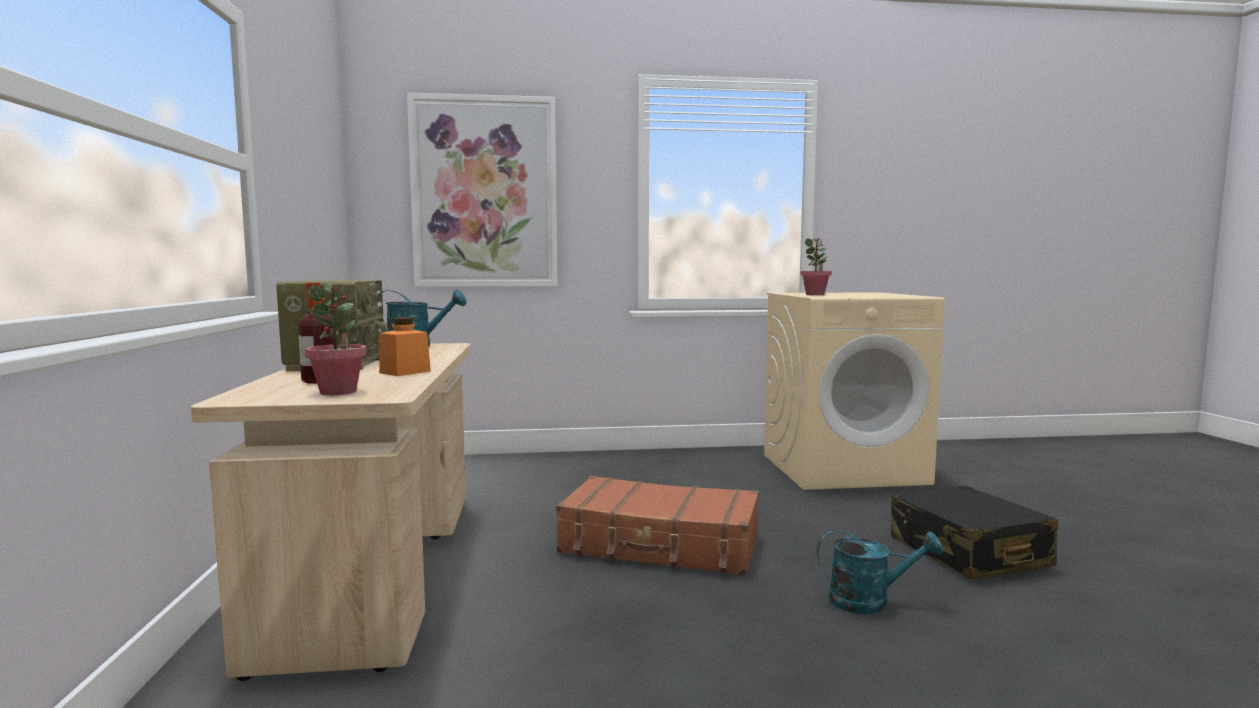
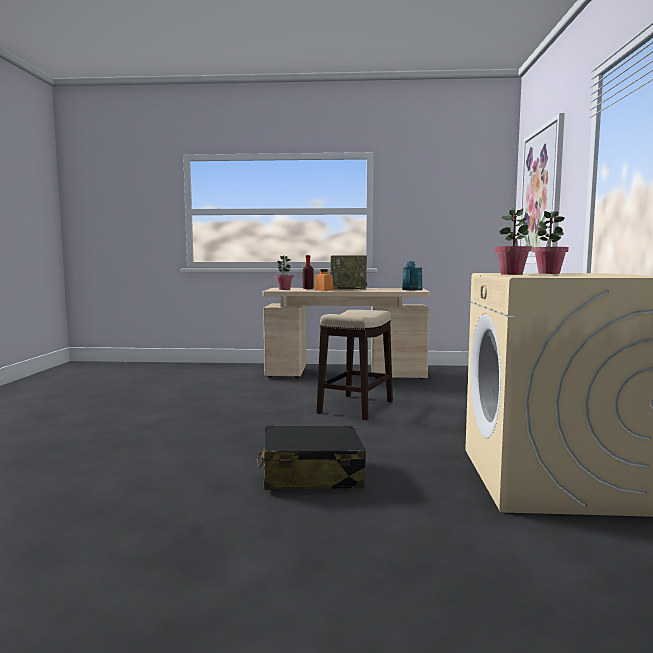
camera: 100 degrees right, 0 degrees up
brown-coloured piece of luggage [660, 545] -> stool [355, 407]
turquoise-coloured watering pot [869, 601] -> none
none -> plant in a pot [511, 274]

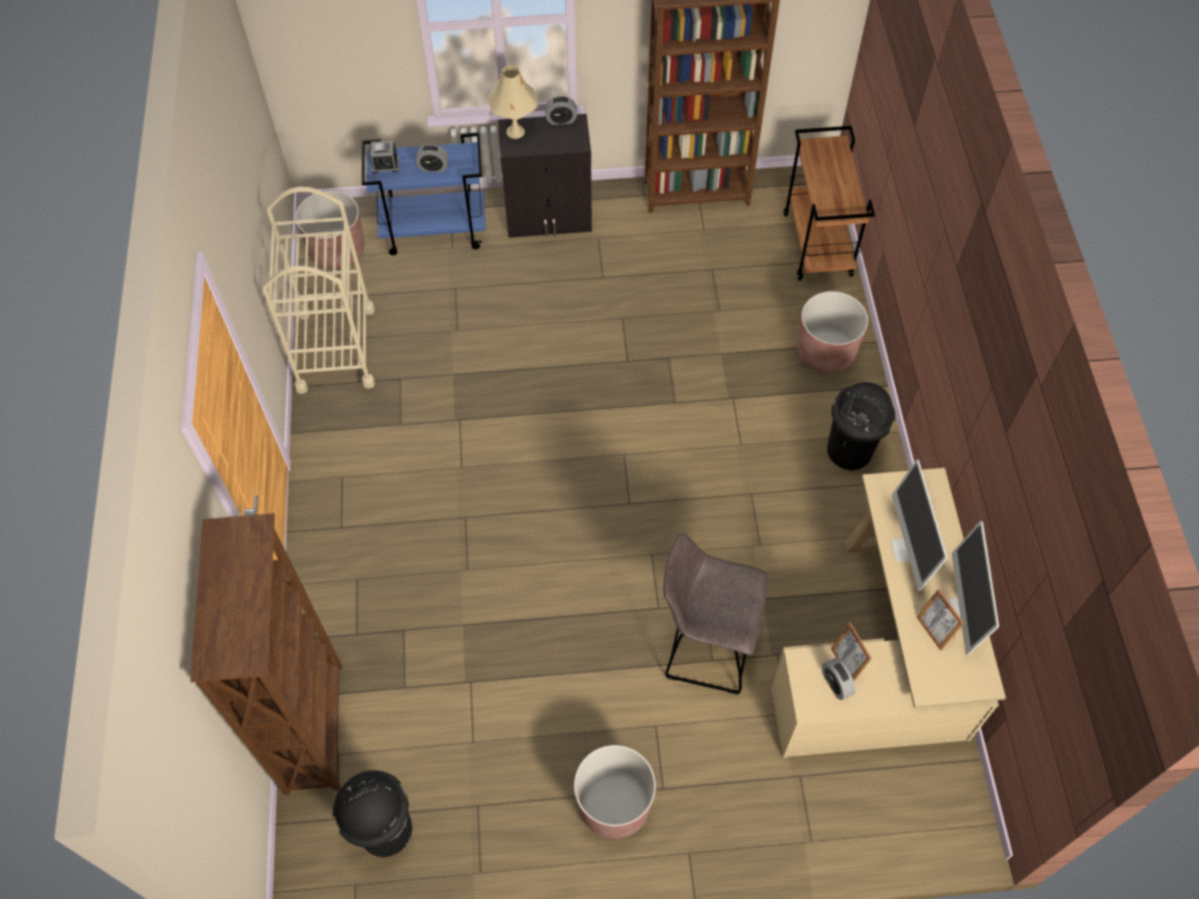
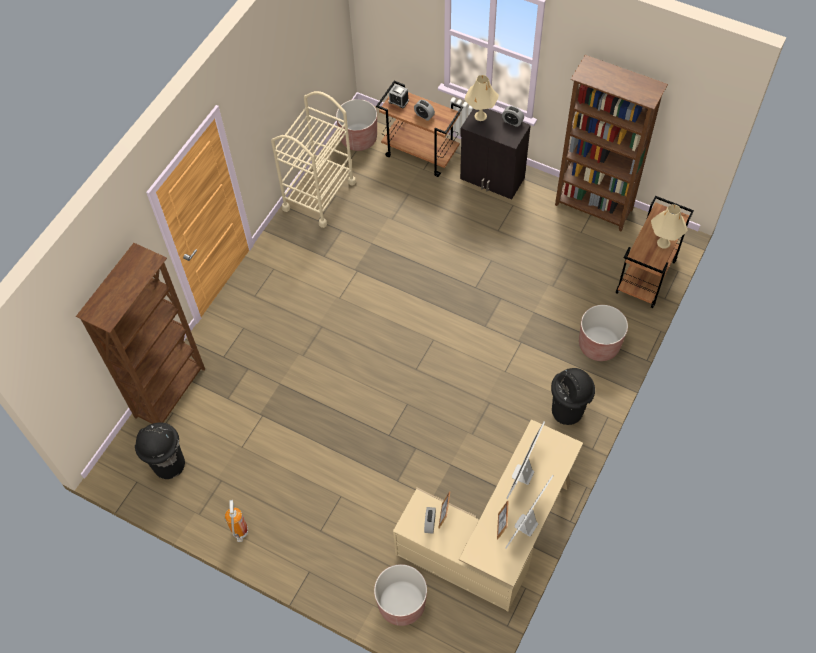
camera: 35 degrees right, 0 degrees up
bluish wheeled cart [435, 230] -> brown-coloured wheeled cart [421, 153]
brown-coloured plant pot [614, 804] -> brown-coloured plant pot [402, 603], moved
gray stool [706, 649] -> none
none -> fire-fighting cylinder [240, 532]
none -> beige-coloured table lamp [663, 243]

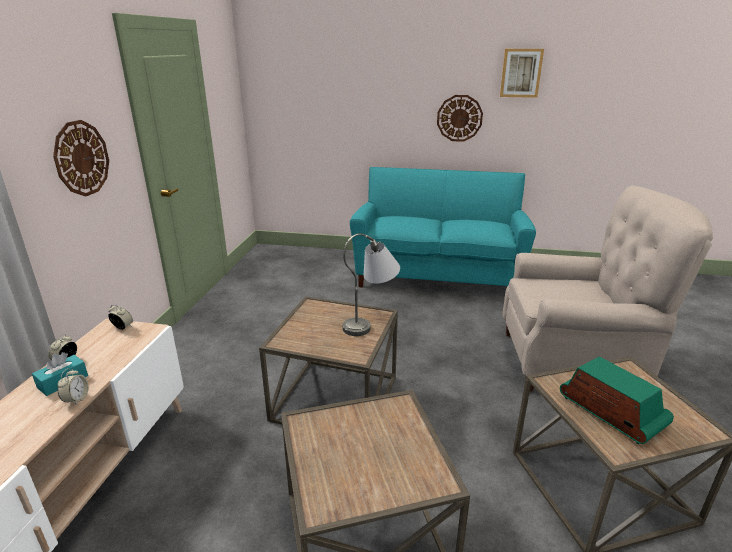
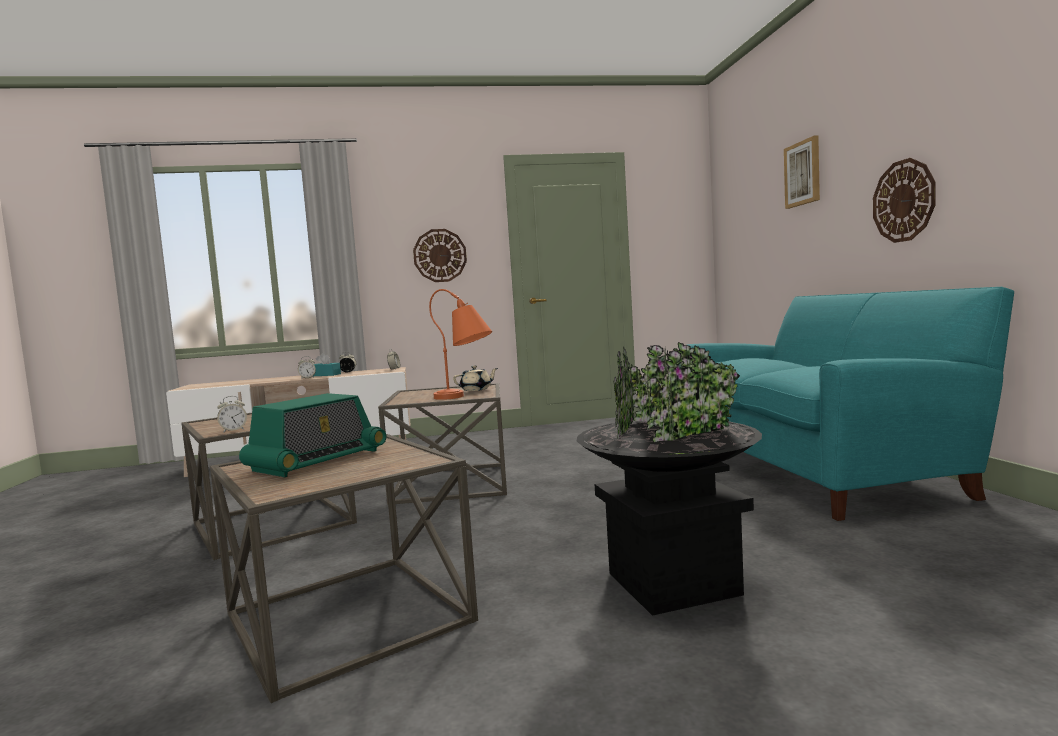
camera: 70 degrees right, 20 degrees down
gray table lamp [371, 322] -> orange table lamp [465, 397]
picture [521, 73] -> picture [803, 173], moved
beige-coloured easy chair [576, 362] -> black plant pot [672, 584]
none -> bedside clock [233, 431]
none -> beige-coloured teapot [476, 389]

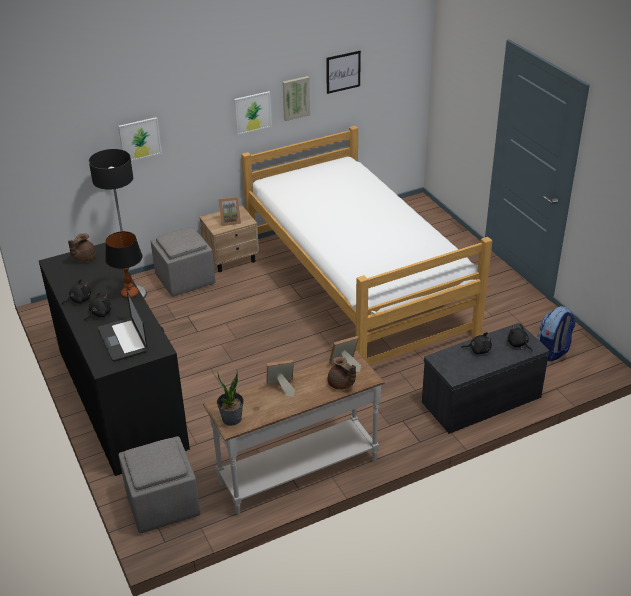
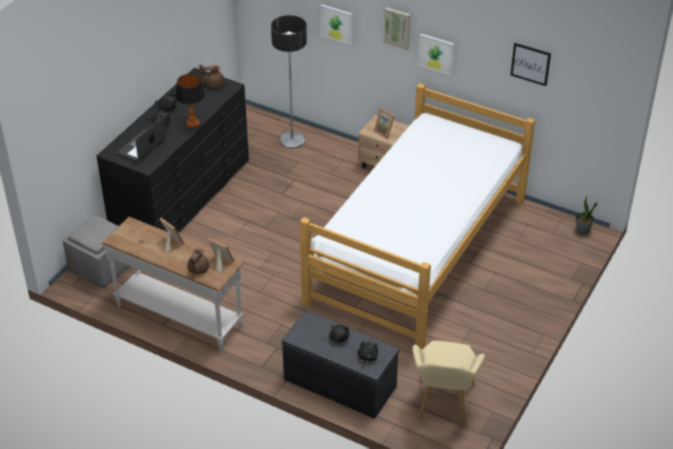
camera: 55 degrees right, 5 degrees up
gray pouffe [186, 280] -> none
plant in a pot [232, 419] -> plant in a pot [582, 231], moved
picture [295, 97] -> picture [397, 27], moved
rucksack [552, 352] -> beige-coloured easy chair [443, 405]

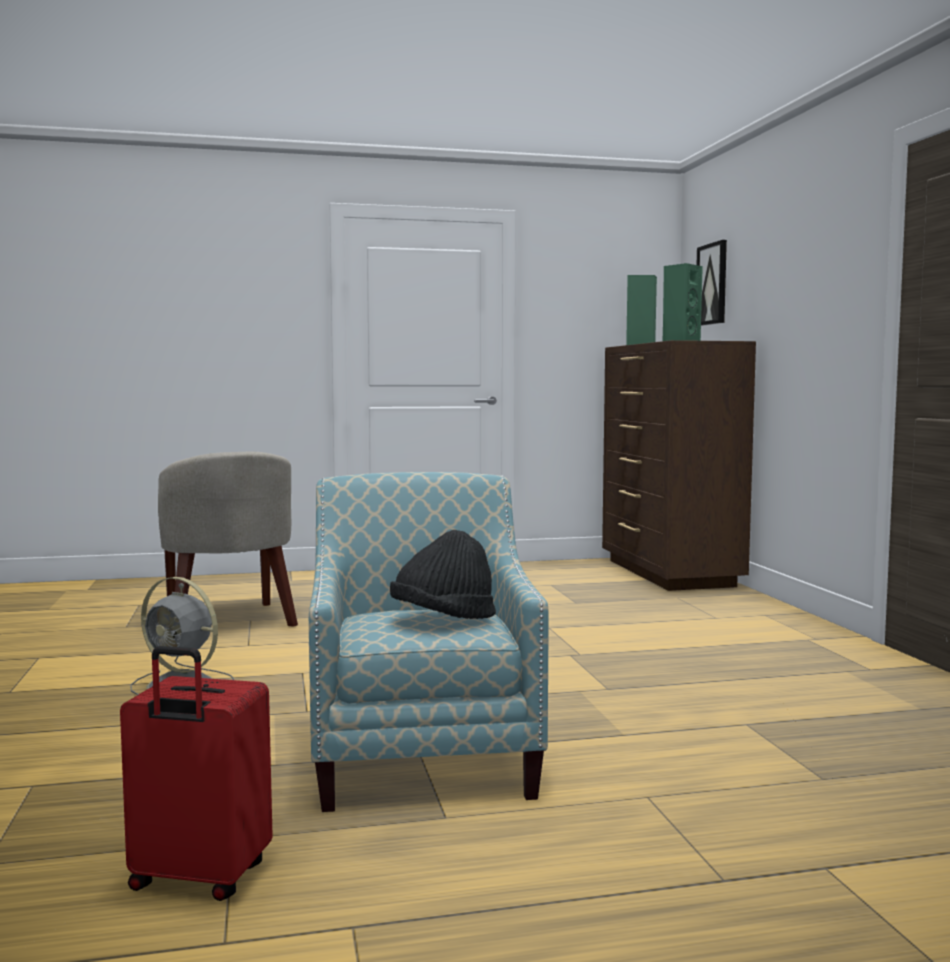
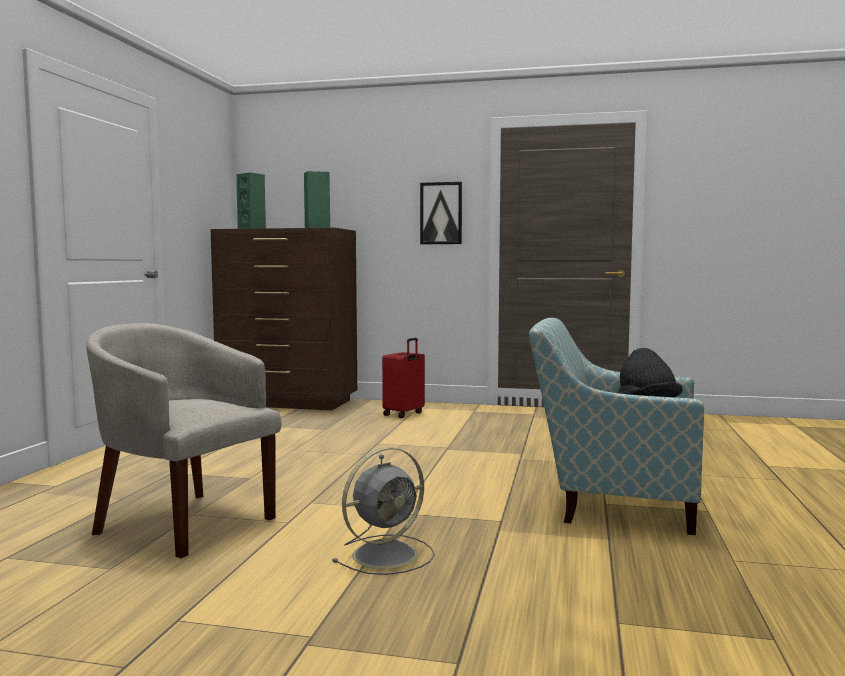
camera: 65 degrees left, 0 degrees up
red piece of luggage [198, 879] -> red piece of luggage [404, 414], moved
beige-coloured easy chair [228, 622] -> beige-coloured easy chair [183, 523], 150 degrees counterclockwise
picture [712, 284] -> picture [441, 213], moved

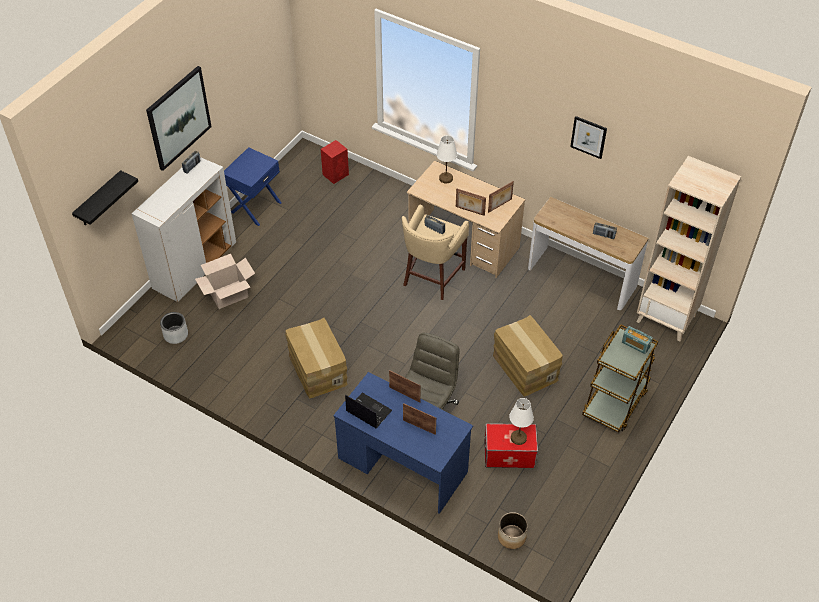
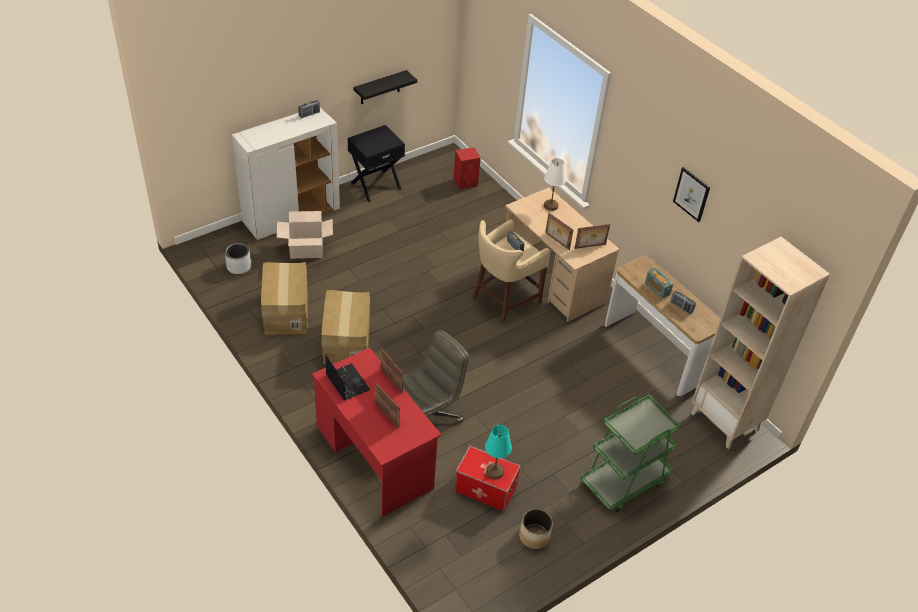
camera: 20 degrees right, 5 degrees down
black wall shelf [99, 200] -> black wall shelf [380, 88], moved
picture [178, 118] -> none
bluish bedside table [255, 207] -> black bedside table [375, 185]
bluish desk table [402, 465] -> red desk table [374, 457]
carton [524, 367] -> carton [285, 312], moved
plant pot [511, 536] -> plant pot [534, 536], moved
white-coloured table lamp [518, 438] -> turquoise-coloured table lamp [494, 472]
brown-coloured wheeled cart [615, 402] -> greenish wheeled cart [624, 481]
radio set [635, 345] -> radio set [657, 289], moved

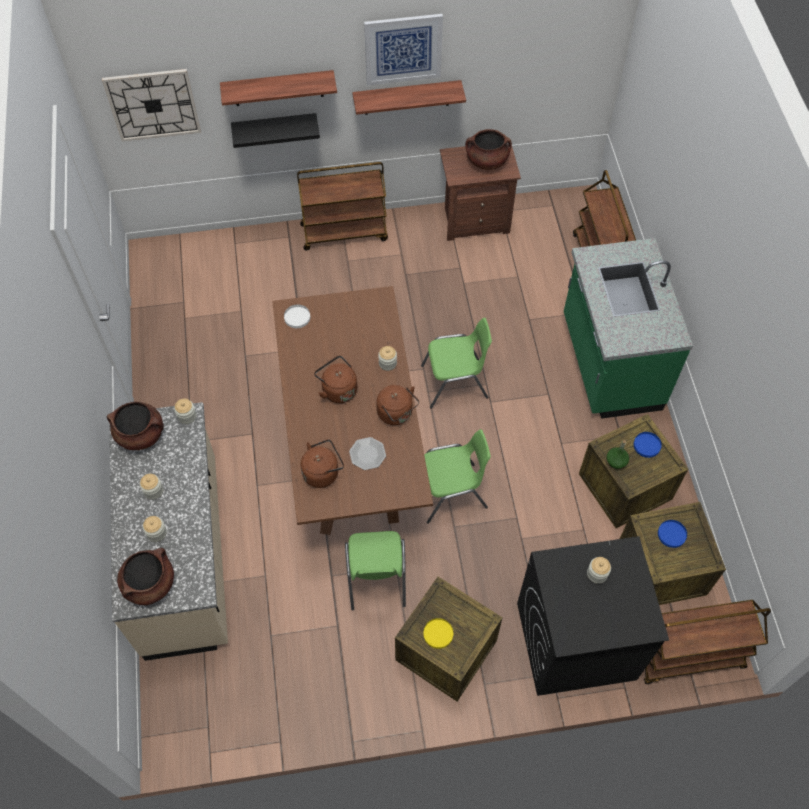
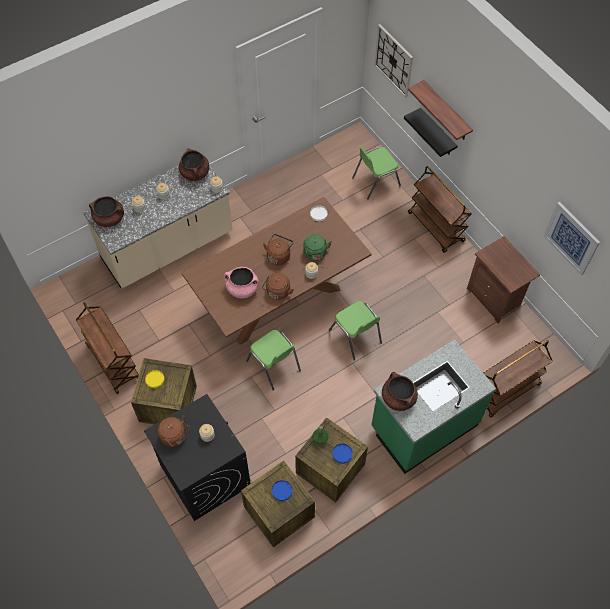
camera: 65 degrees right, 0 degrees up
brown-coloured water kettle [322, 472] -> brown-coloured water kettle [175, 437], moved
greenish upright chair [376, 578] -> greenish upright chair [375, 182], moved
plate [367, 454] -> pinkish cooking pot [242, 289]
wall shelf [406, 97] -> none
picture [403, 49] -> picture [571, 238], moved
brown-coloured cooking pot [487, 161] -> brown-coloured cooking pot [398, 398], moved
brown-coloured wheeled cart [687, 656] -> brown-coloured wheeled cart [113, 362], moved
none -> greenish water kettle [315, 254]

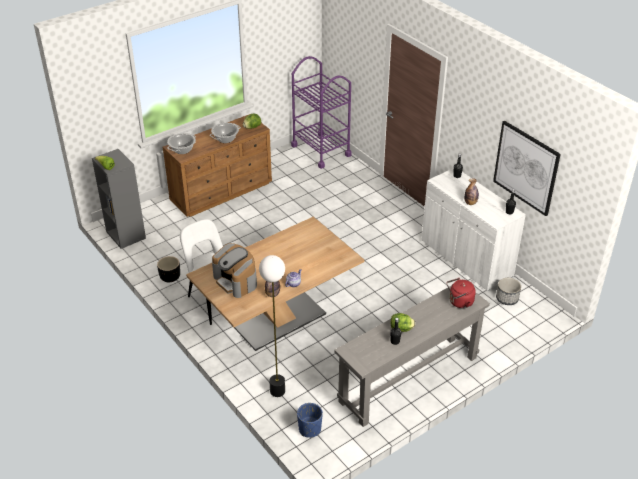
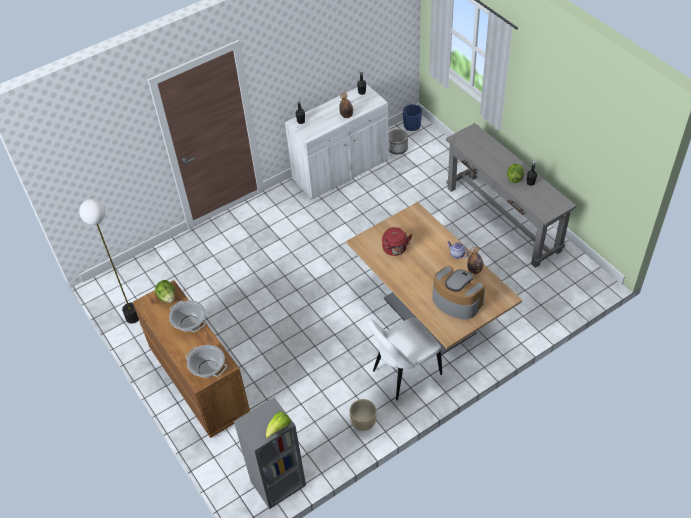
camera: 85 degrees left, 10 degrees up
black plant pot [170, 278] -> beige-coloured plant pot [363, 422]
coffee brewer [236, 281] -> coffee brewer [456, 301], 105 degrees counterclockwise
standing lamp [277, 391] -> standing lamp [133, 317], moved
purple wheeled cart [321, 150] -> none
bluish plant pot [309, 429] -> bluish plant pot [412, 126], moved
red water kettle [459, 302] -> red water kettle [395, 249], moved
picture [526, 167] -> none

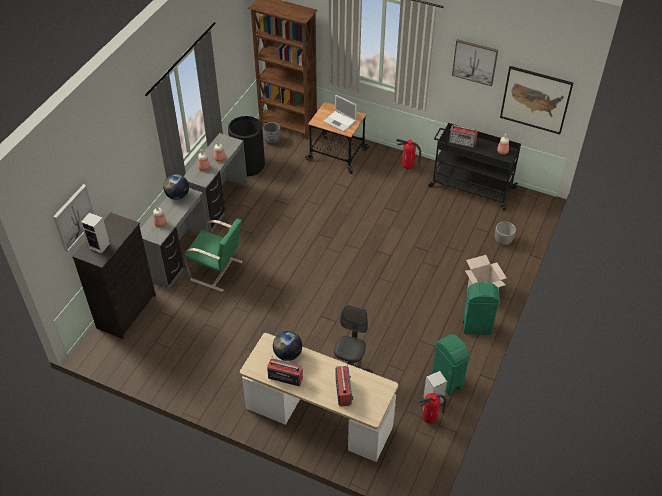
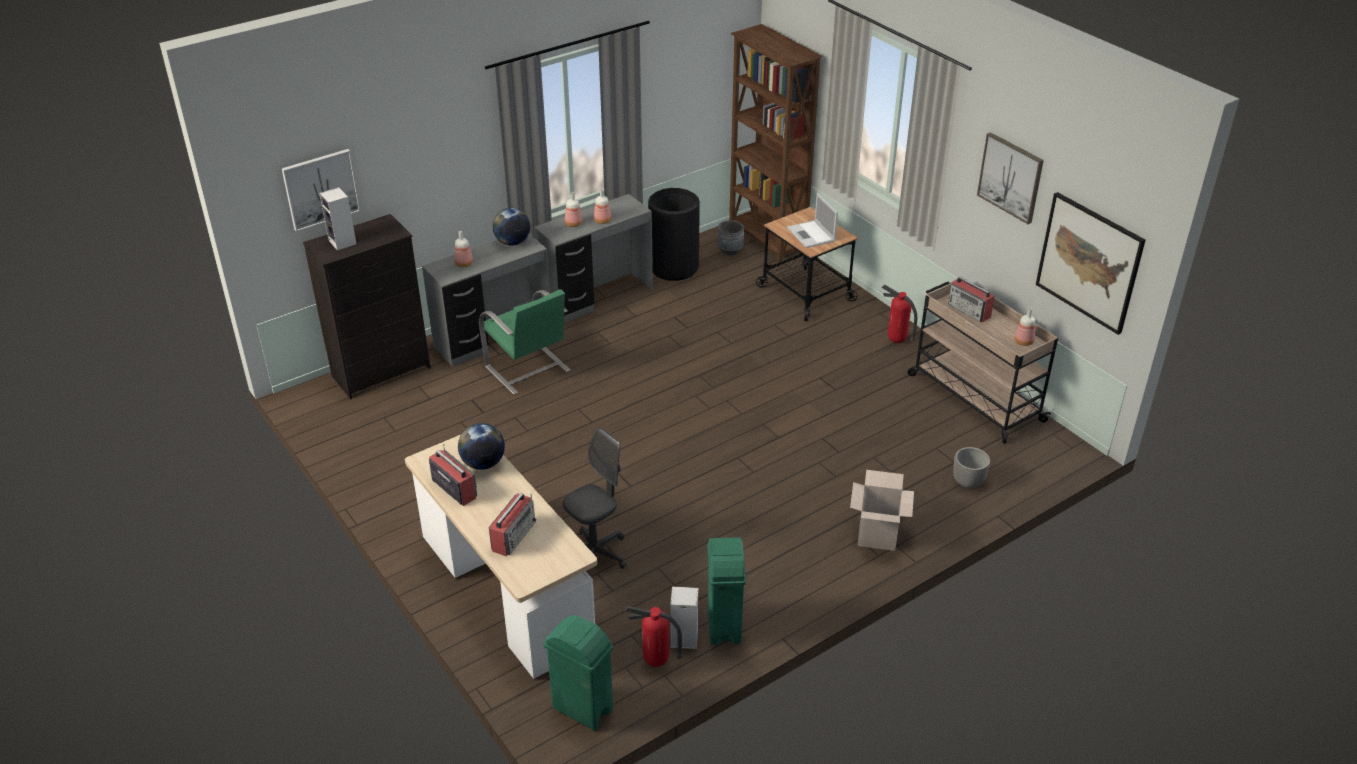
camera: 30 degrees right, 10 degrees down
black wheeled cart [470, 187] -> beige-coloured wheeled cart [974, 397]
greenish rubbish bin [477, 328] -> greenish rubbish bin [583, 709], moved

